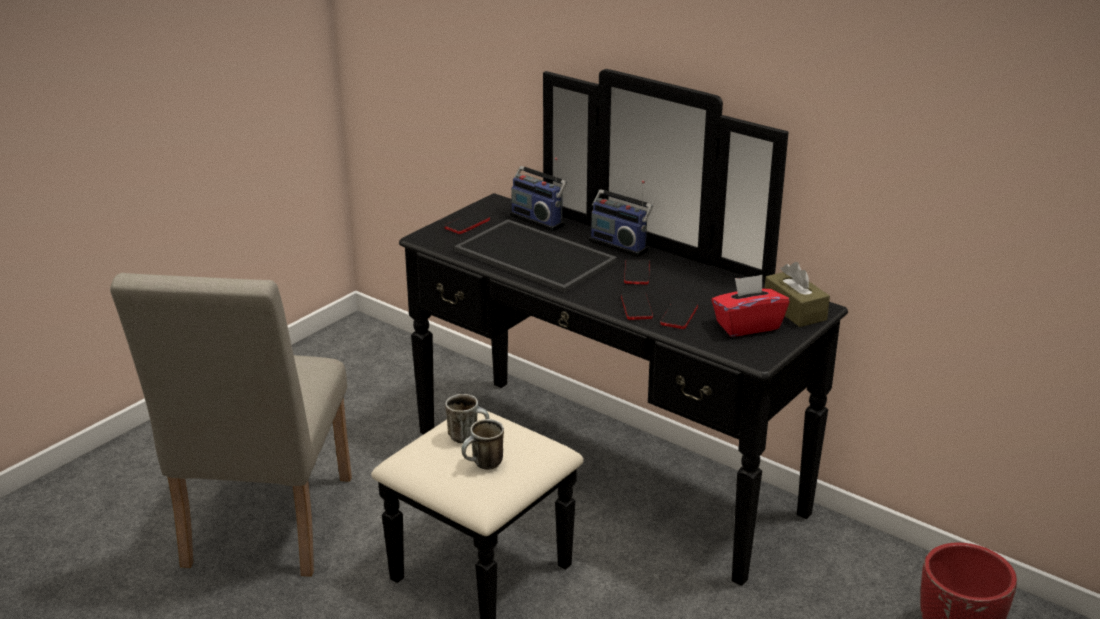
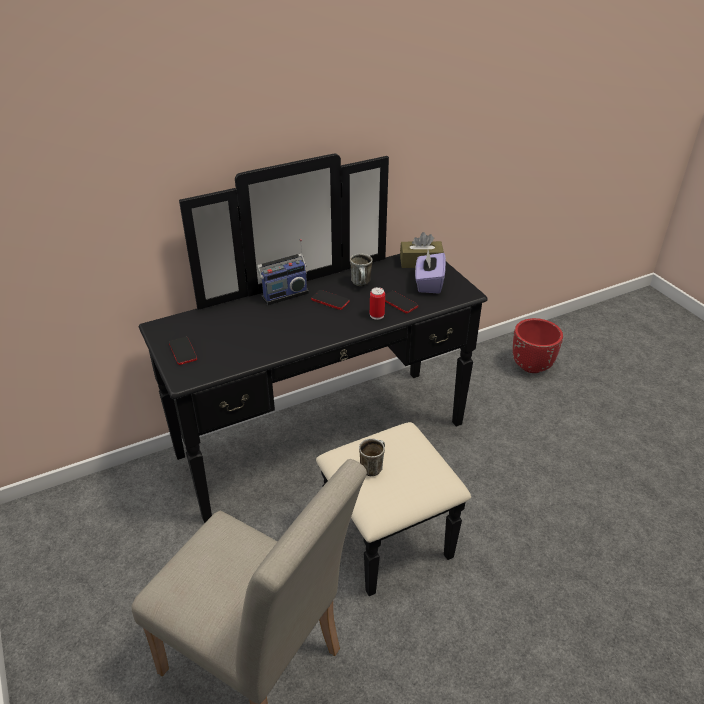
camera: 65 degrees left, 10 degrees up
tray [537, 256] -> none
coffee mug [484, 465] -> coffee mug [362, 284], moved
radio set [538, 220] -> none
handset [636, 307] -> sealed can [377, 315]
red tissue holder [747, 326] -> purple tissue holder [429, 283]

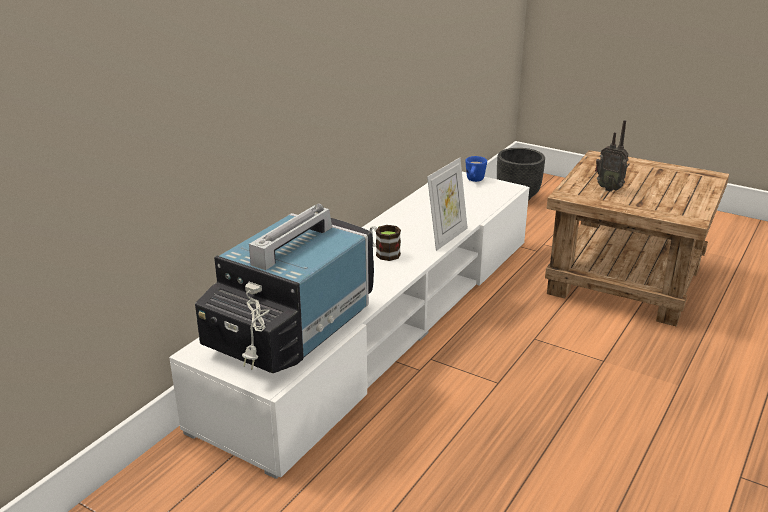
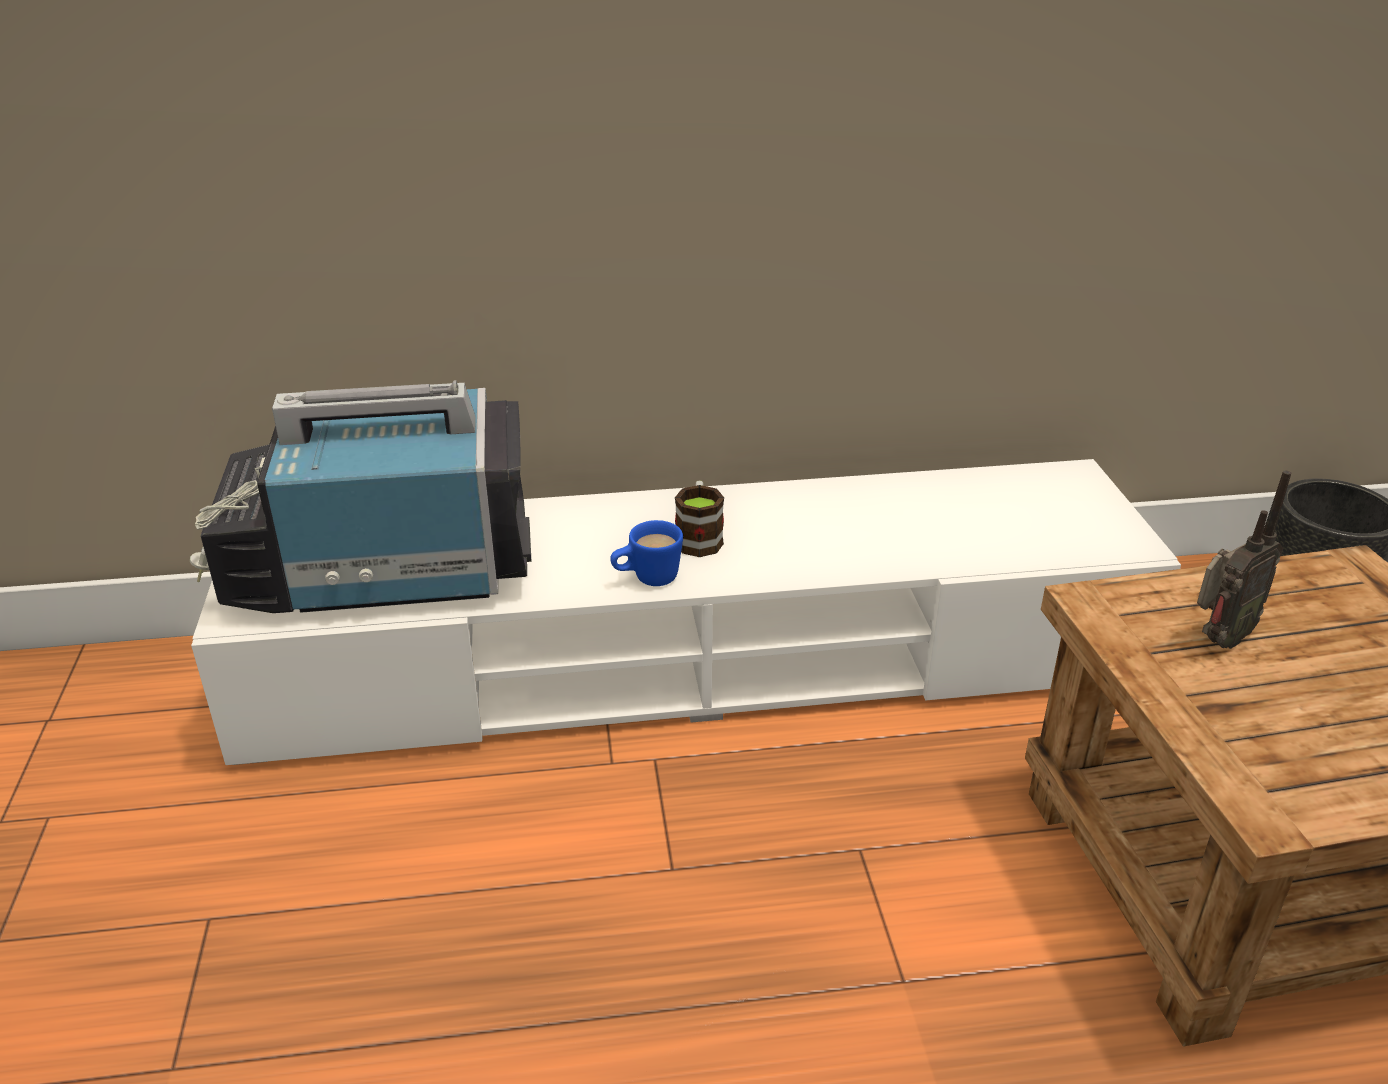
camera: 50 degrees right, 5 degrees up
standing frame [446, 237] -> none
bluish coffee mug [474, 180] -> bluish coffee mug [647, 579], moved
radio set [608, 188] -> radio set [1218, 639], 120 degrees counterclockwise

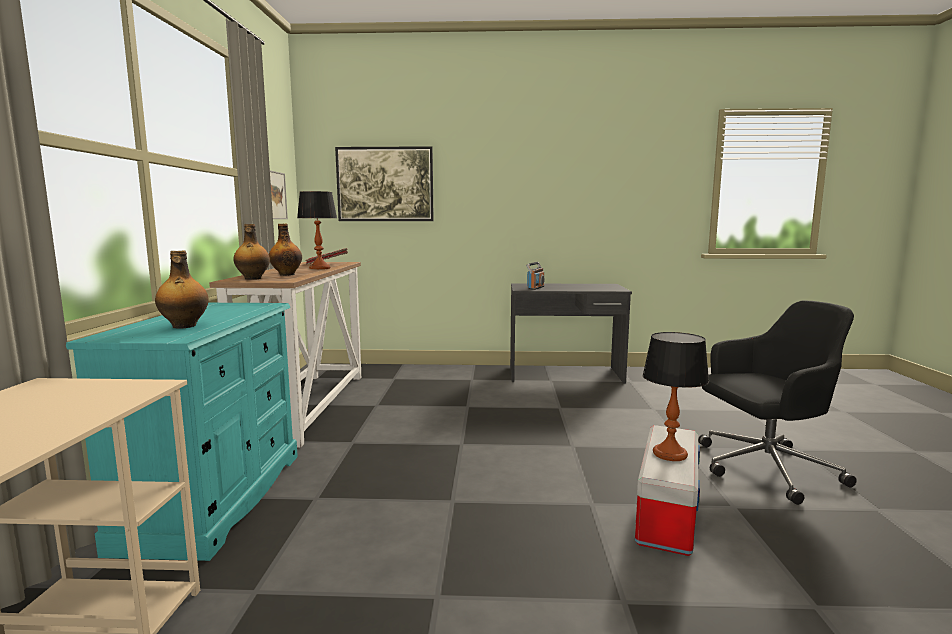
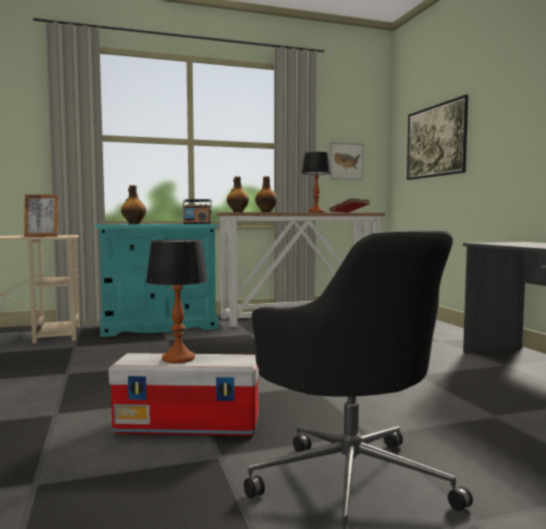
camera: 70 degrees right, 5 degrees down
radio set [535, 288] -> radio set [197, 223], moved
none -> standing frame [42, 236]

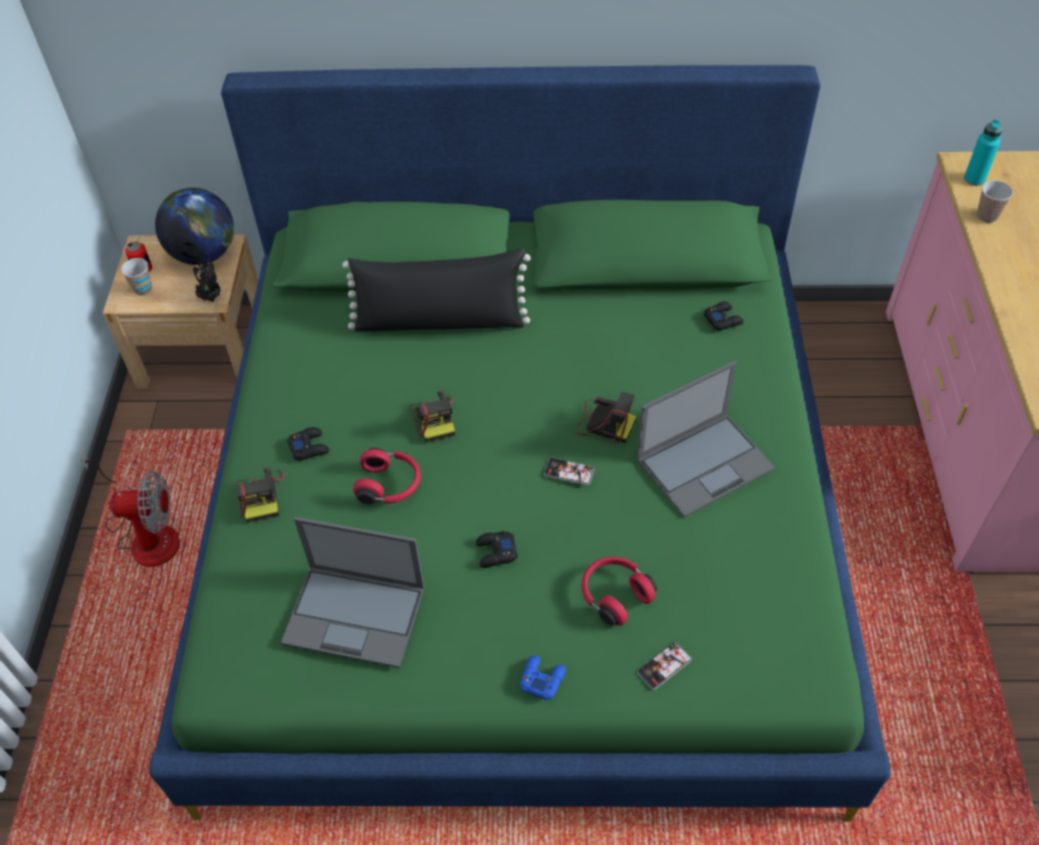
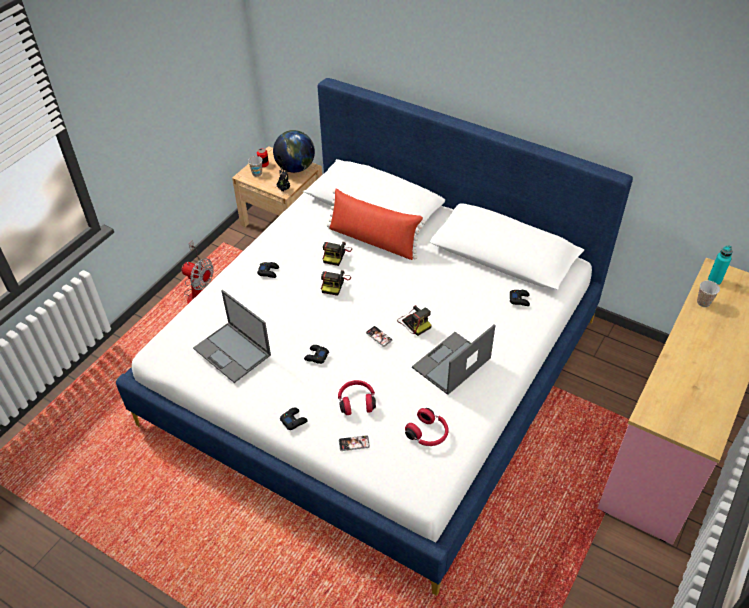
camera: 30 degrees right, 5 degrees down
greenish bedroom bed [523, 524] -> white-coloured bedroom bed [376, 370]
still camera [261, 496] -> still camera [336, 255], moved
black pillow [440, 321] -> red pillow [373, 241]
red headphones [390, 485] -> red headphones [428, 434], moved
bluish joypad [542, 679] -> black joypad [293, 420]
portable computer [705, 463] -> portable computer [451, 364], 135 degrees clockwise

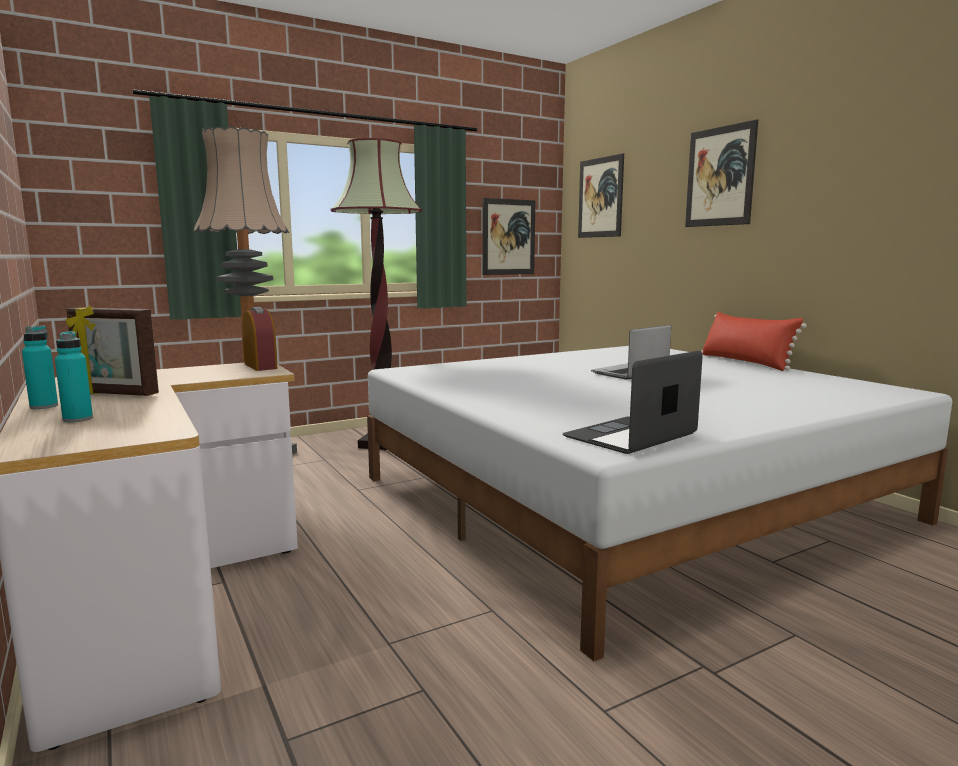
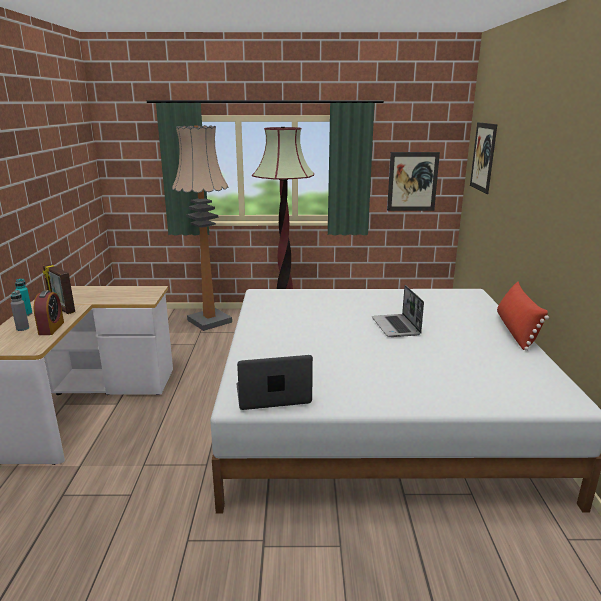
camera: 30 degrees right, 10 degrees up
turquoise-coloured beverage bottle [78, 419] -> gray beverage bottle [22, 328]
bedside clock [260, 366] -> bedside clock [51, 328], moved
portable computer [630, 373] -> portable computer [396, 327], 90 degrees counterclockwise
picture [720, 176] -> none

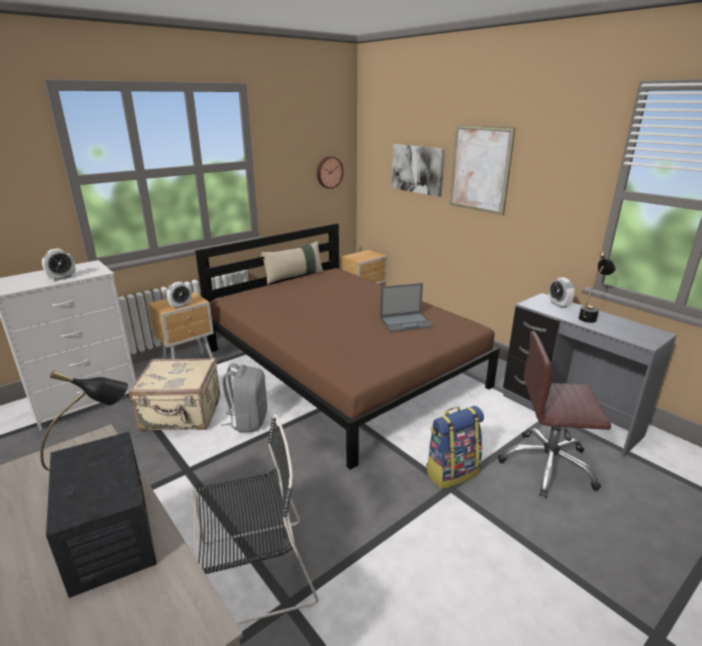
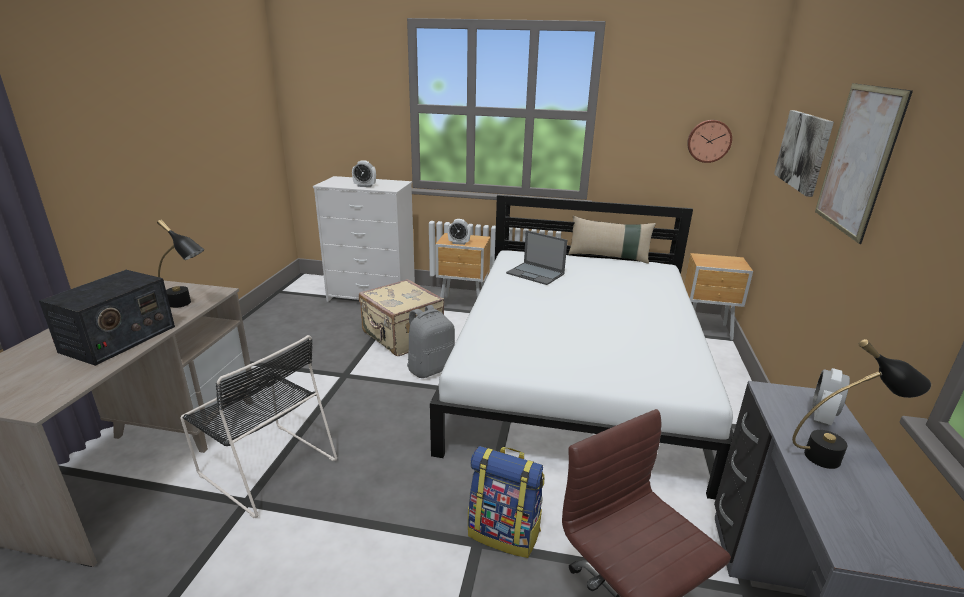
camera: 50 degrees right, 0 degrees up
brown-coloured bedroom bed [342, 367] -> white-coloured bedroom bed [577, 373]
portable computer [406, 322] -> portable computer [536, 274], moved

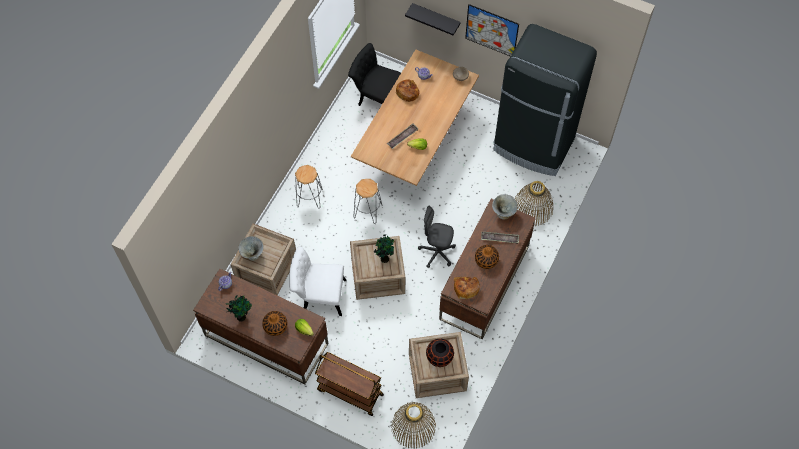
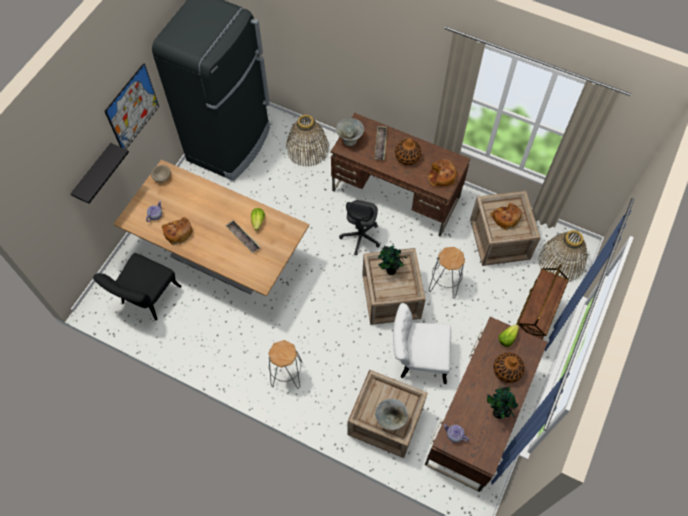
camera: 90 degrees left, 0 degrees up
white-coloured upright chair [319, 295] -> white-coloured upright chair [417, 358], 90 degrees clockwise
gray stool [367, 211] -> gray stool [444, 283], moved
black decorative vase [439, 357] -> baked bread [505, 218]

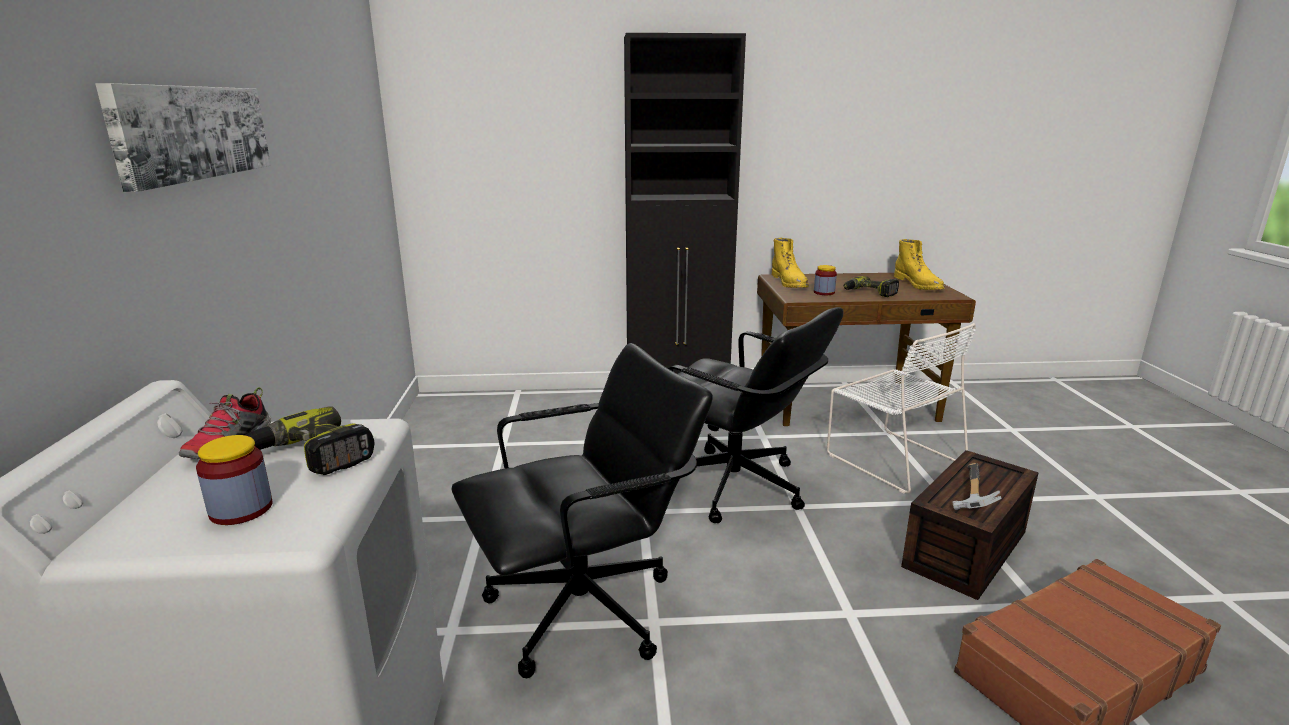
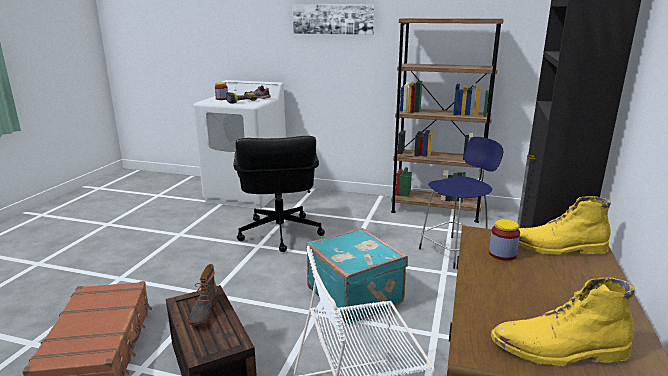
camera: 110 degrees right, 0 degrees up
black desk chair [734, 487] -> turquoise-coloured piece of luggage [355, 295]
electric drill [869, 293] -> none
tool hammer [969, 494] -> high-top boot [203, 312]
none -> brown-coloured bookshelf [435, 210]
none -> bluish stool [454, 251]

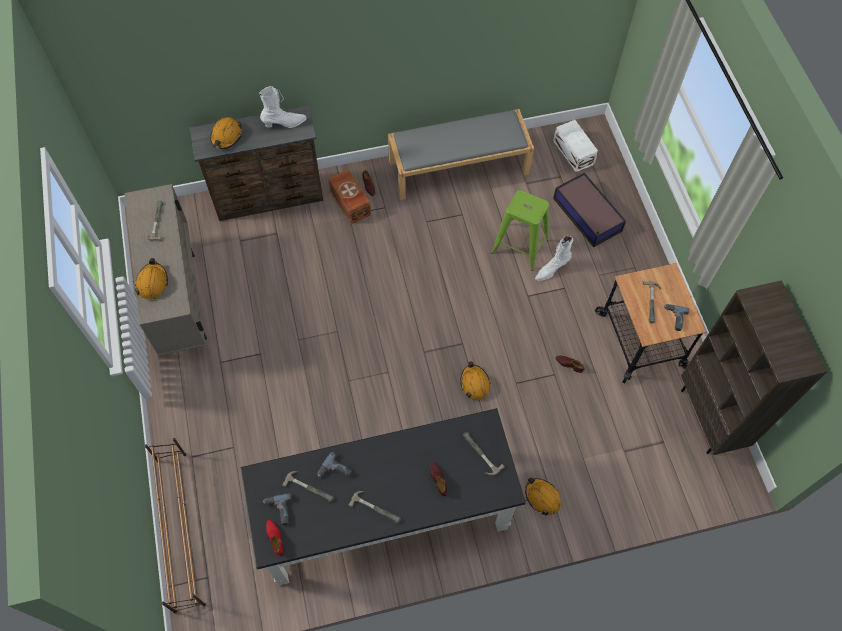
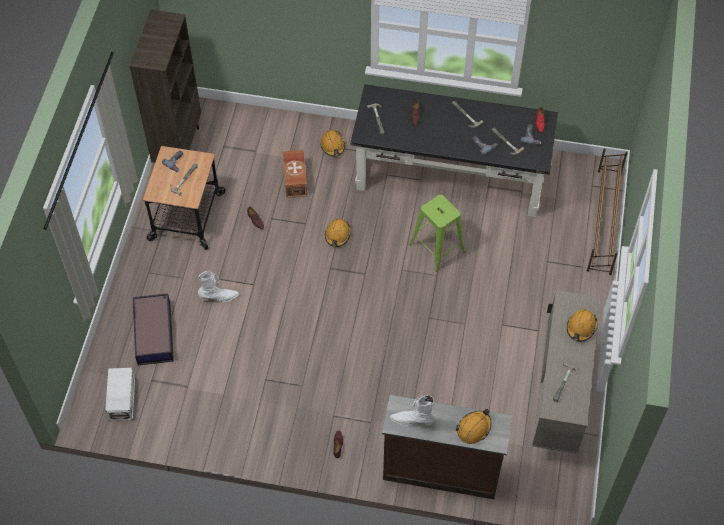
camera: 155 degrees left, 5 degrees down
brown-coloured storage box [350, 203] -> brown-coloured storage box [296, 179], moved
gray bench [459, 166] -> none
greenish stool [519, 246] -> greenish stool [437, 248], moved

